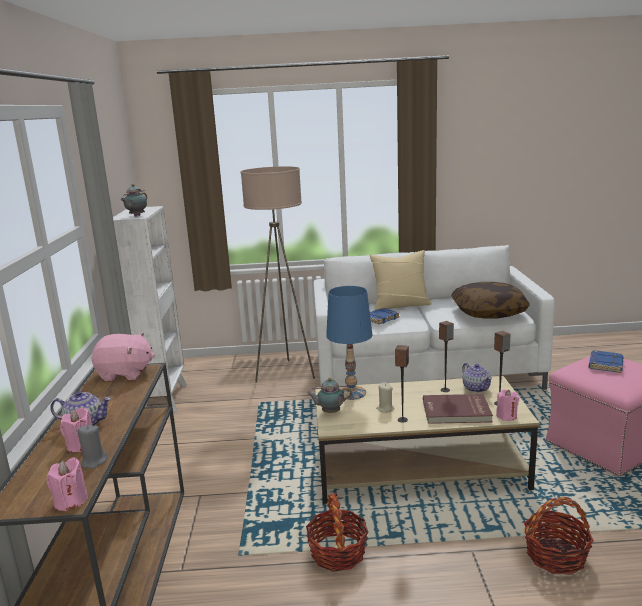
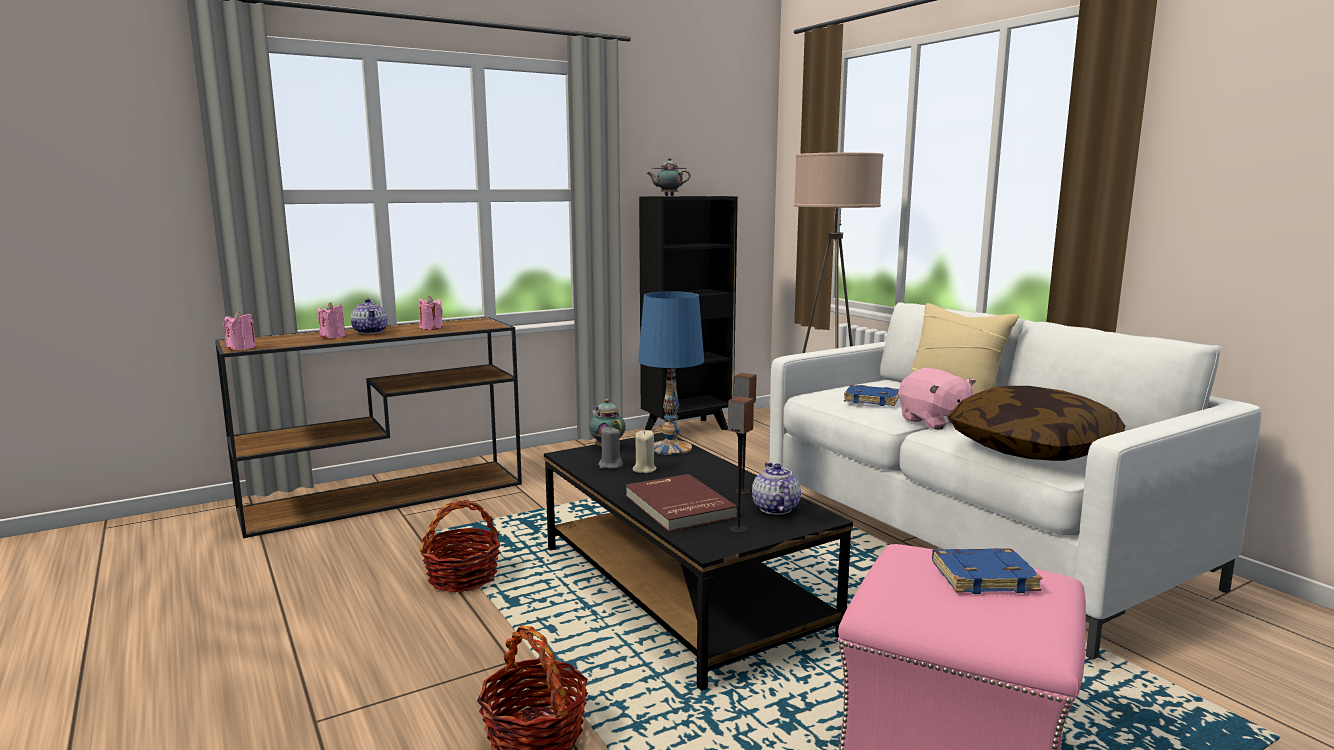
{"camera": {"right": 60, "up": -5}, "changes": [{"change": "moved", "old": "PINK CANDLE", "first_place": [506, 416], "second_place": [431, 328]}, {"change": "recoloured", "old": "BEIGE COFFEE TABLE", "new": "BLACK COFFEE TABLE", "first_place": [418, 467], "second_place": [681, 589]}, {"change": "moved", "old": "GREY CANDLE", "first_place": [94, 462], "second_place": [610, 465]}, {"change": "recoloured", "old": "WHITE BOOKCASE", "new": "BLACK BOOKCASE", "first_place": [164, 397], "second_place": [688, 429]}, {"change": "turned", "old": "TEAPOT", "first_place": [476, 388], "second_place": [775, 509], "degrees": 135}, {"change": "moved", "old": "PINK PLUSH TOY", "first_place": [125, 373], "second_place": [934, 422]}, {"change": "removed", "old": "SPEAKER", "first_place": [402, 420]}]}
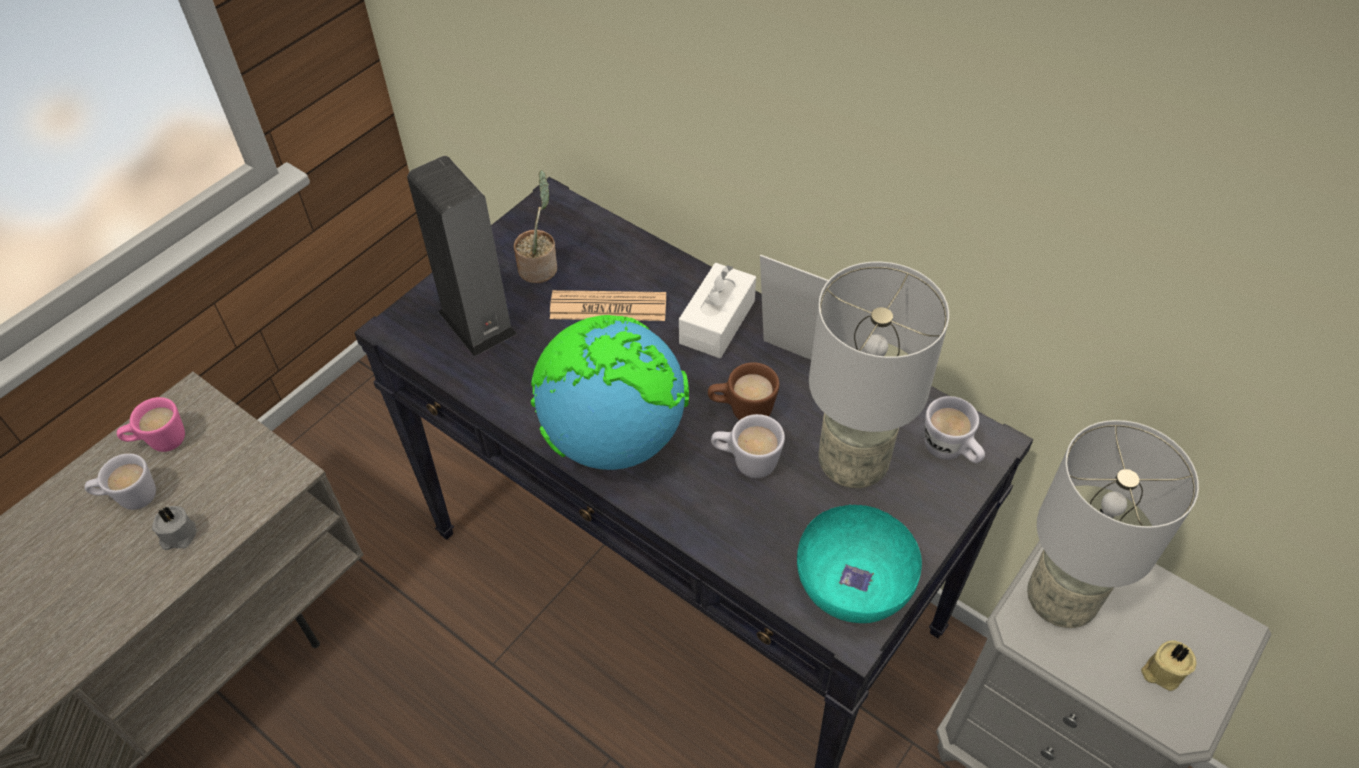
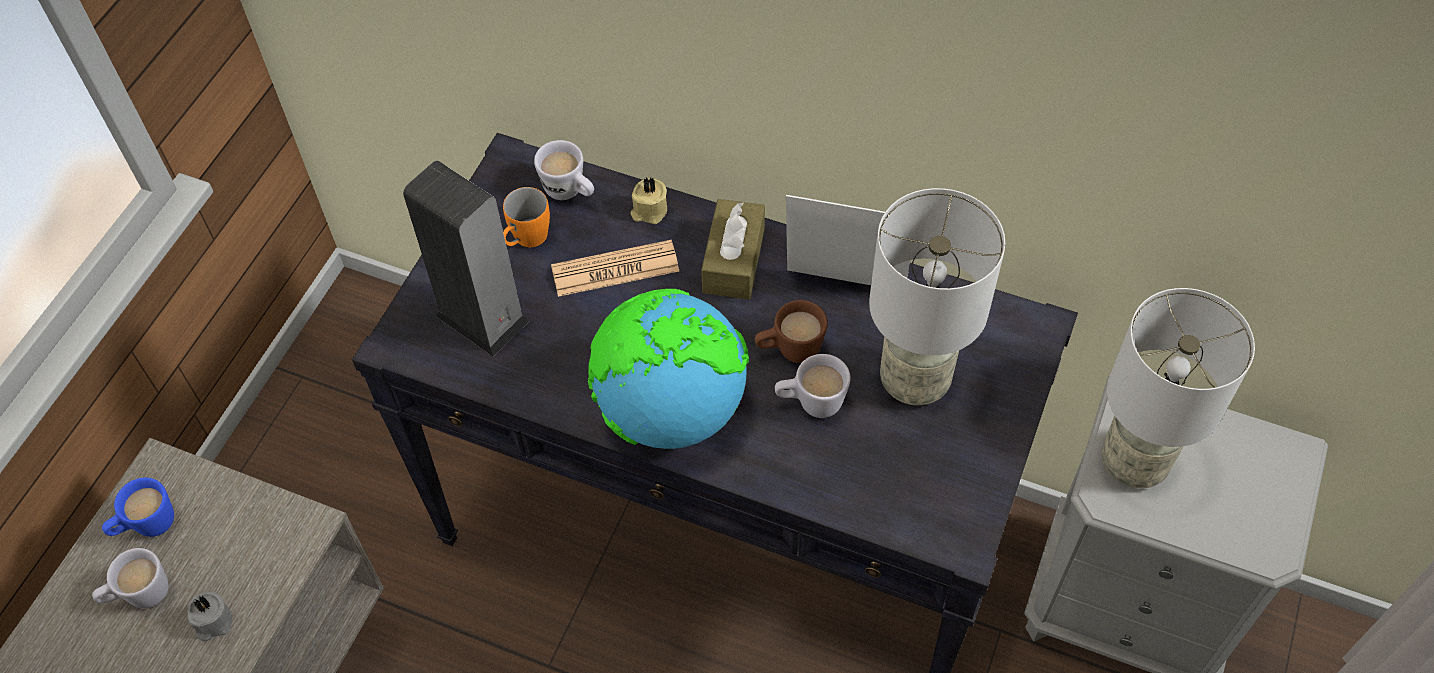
{"camera": {"right": -15, "up": 5}, "changes": [{"change": "recoloured", "old": "PINK MUG", "new": "BLUE MUG", "first_place": [160, 442], "second_place": [147, 526]}, {"change": "replaced", "old": "POTTED PLANT", "new": "ORANGE MUG", "first_place": [540, 267], "second_place": [526, 240]}, {"change": "moved", "old": "WHITE MUG", "first_place": [950, 452], "second_place": [570, 192]}, {"change": "moved", "old": "BEIGE CANDLE", "first_place": [1162, 671], "second_place": [649, 211]}, {"change": "recoloured", "old": "WHITE TISSUE BOX", "new": "BROWN TISSUE BOX", "first_place": [717, 322], "second_place": [733, 260]}, {"change": "removed", "old": "TURQUOISE BOWL", "first_place": [851, 584]}]}
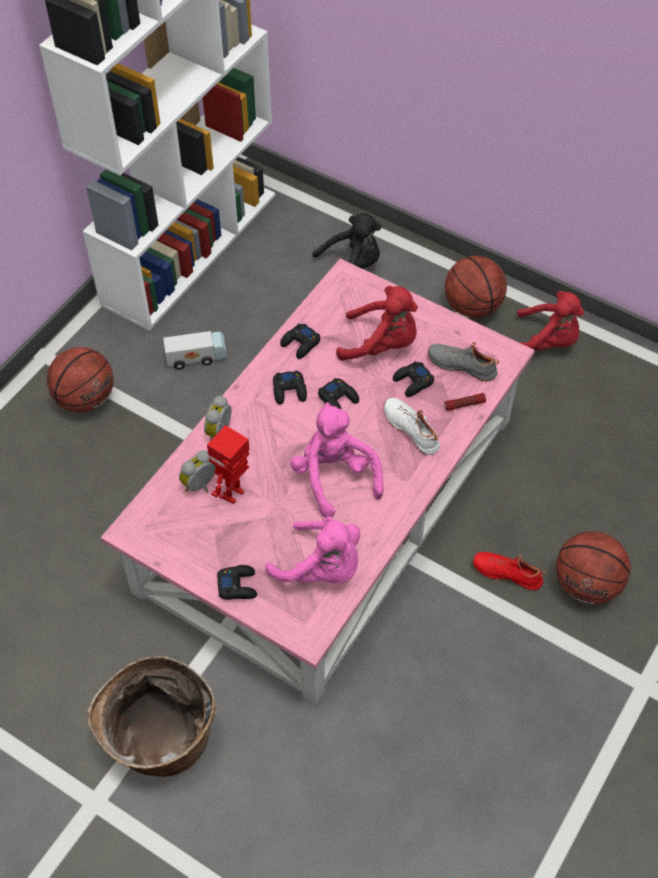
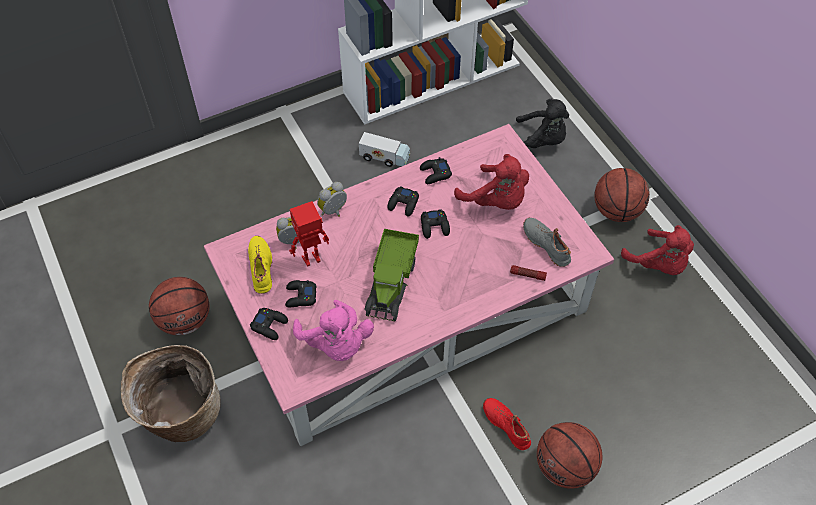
{"camera": {"right": 30, "up": 0}, "changes": [{"change": "moved", "old": "BASKETBALL", "first_place": [85, 398], "second_place": [185, 320]}, {"change": "added", "new": "YELLOW SHOE", "second_place": [262, 267]}, {"change": "moved", "old": "BLACK GAME CONTROLLER", "first_place": [413, 382], "second_place": [300, 296]}, {"change": "replaced", "old": "PINK PLUSH TOY", "new": "TOY TRUCK", "first_place": [334, 477], "second_place": [392, 282]}, {"change": "removed", "old": "WHITE SHOE", "first_place": [412, 429]}]}
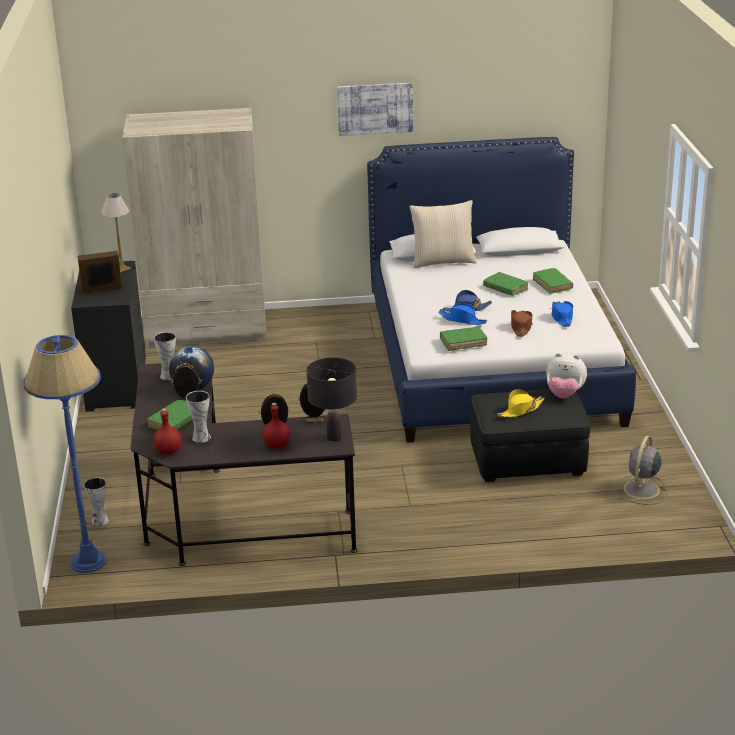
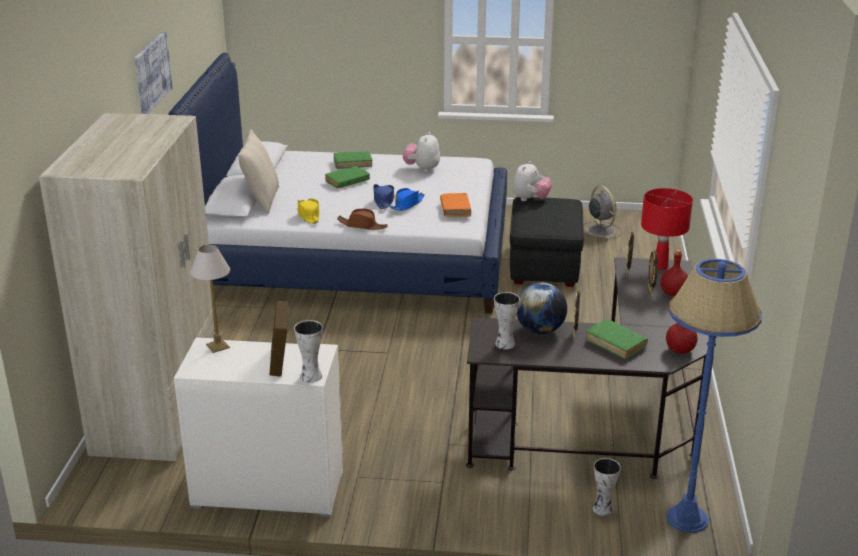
{"camera": {"right": -80, "up": 0}, "changes": [{"change": "recoloured", "old": "BLACK DRESSER", "new": "WHITE DRESSER", "first_place": [115, 384], "second_place": [268, 490]}, {"change": "moved", "old": "VASE", "first_place": [201, 437], "second_place": [310, 376]}, {"change": "moved", "old": "YELLOW HAT", "first_place": [521, 410], "second_place": [308, 215]}, {"change": "moved", "old": "BROWN HAT", "first_place": [521, 327], "second_place": [362, 225]}, {"change": "replaced", "old": "BLUE HAT", "new": "PLUSH TOY", "first_place": [562, 317], "second_place": [422, 169]}, {"change": "recoloured", "old": "GREEN BOOK", "new": "ORANGE BOOK", "first_place": [463, 342], "second_place": [455, 209]}, {"change": "turned", "old": "GREY FAN", "first_place": [641, 490], "second_place": [600, 230], "degrees": -150}, {"change": "recoloured", "old": "BLACK TABLE LAMP", "new": "RED TABLE LAMP", "first_place": [334, 437], "second_place": [660, 266]}]}
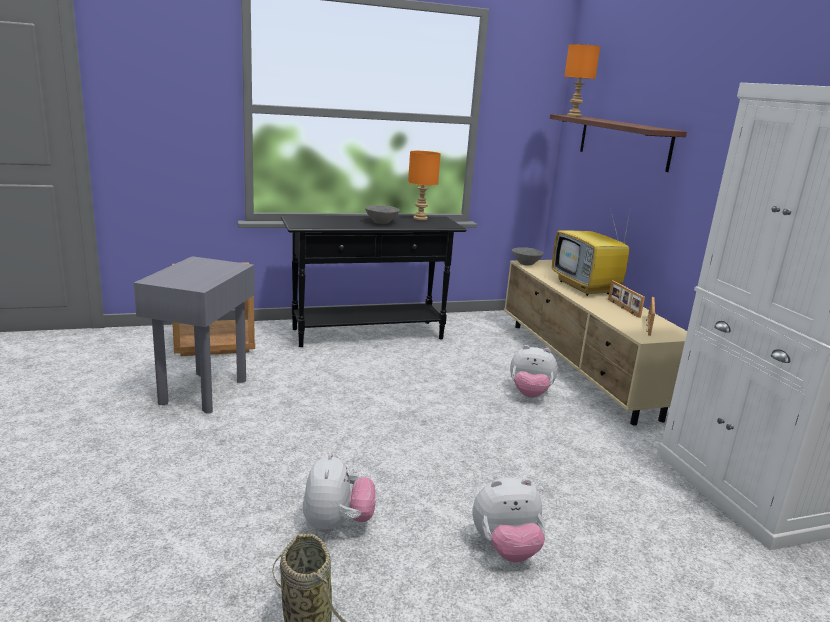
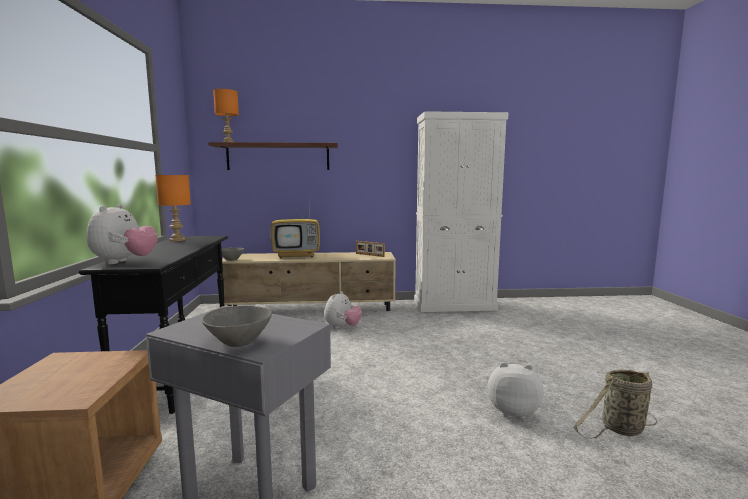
{"camera": {"right": -75, "up": -10}, "changes": [{"change": "moved", "old": "PLUSH TOY", "first_place": [505, 549], "second_place": [124, 262]}, {"change": "moved", "old": "GREY BOWL", "first_place": [382, 222], "second_place": [239, 341]}, {"change": "removed", "old": "PICTURE FRAME", "first_place": [623, 308]}]}
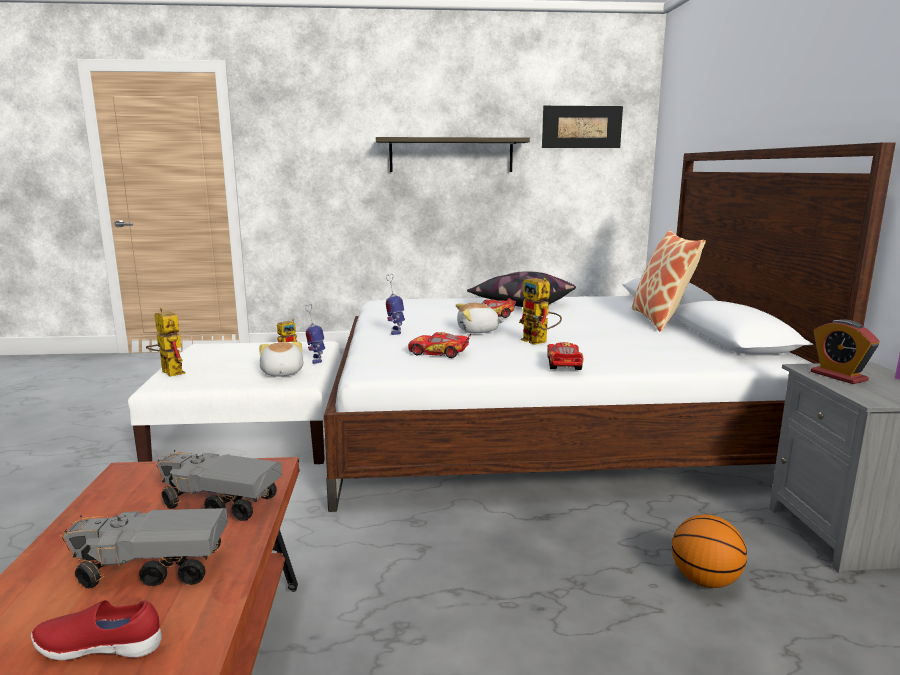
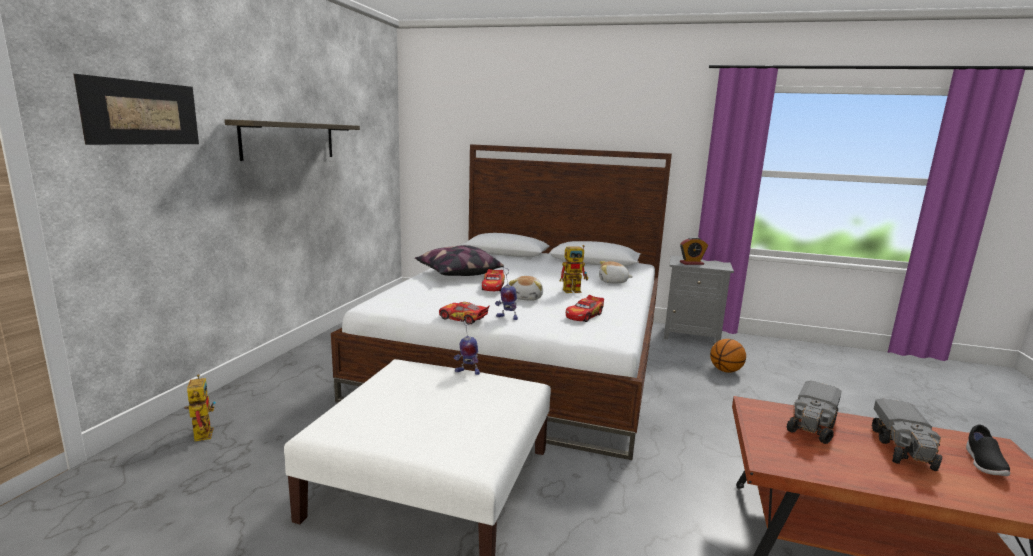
{"camera": {"right": -70, "up": 0}, "changes": [{"change": "moved", "old": "PICTURE", "first_place": [581, 127], "second_place": [142, 113]}, {"change": "moved", "old": "TOY CAR", "first_place": [563, 364], "second_place": [463, 318]}, {"change": "moved", "old": "PLUSH TOY", "first_place": [281, 373], "second_place": [613, 282]}, {"change": "recoloured", "old": "RED SHOE", "new": "BLACK SHOE", "first_place": [101, 648], "second_place": [983, 463]}, {"change": "removed", "old": "TOY ROBOT", "first_place": [168, 371]}, {"change": "removed", "old": "PILLOW", "first_place": [661, 320]}]}
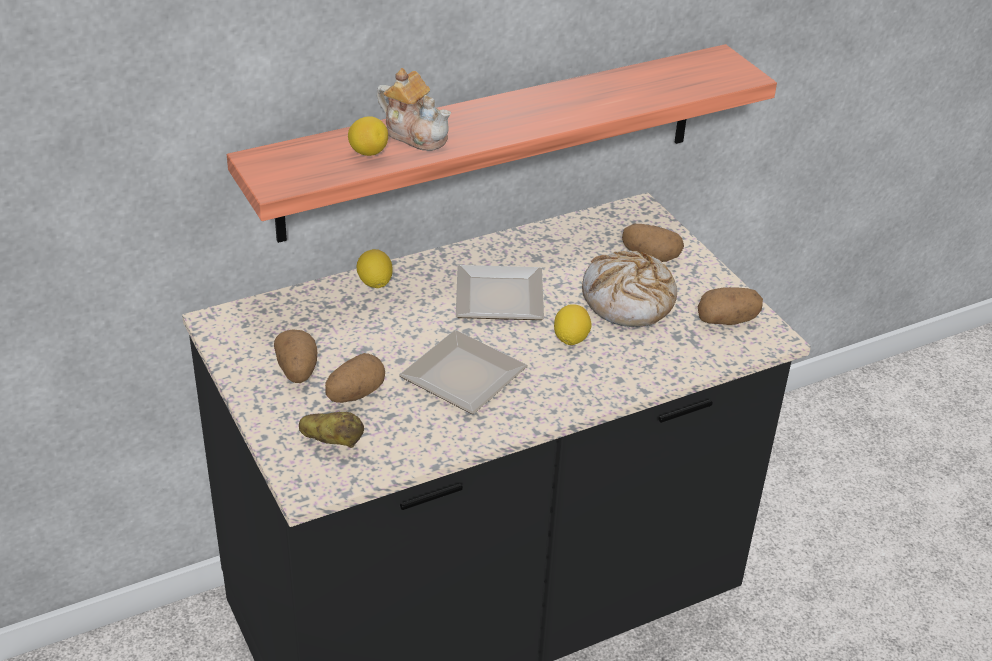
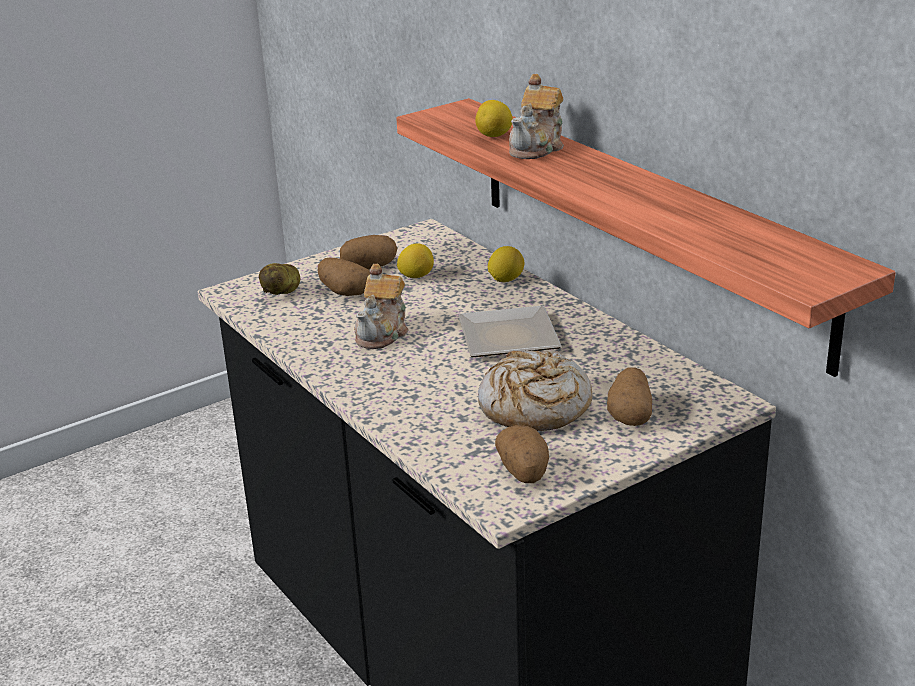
{"camera": {"right": 85, "up": -10}, "changes": [{"change": "replaced", "old": "PLATE", "new": "TEAPOT", "first_place": [462, 374], "second_place": [383, 333]}, {"change": "moved", "old": "LEMON", "first_place": [571, 339], "second_place": [416, 276]}]}
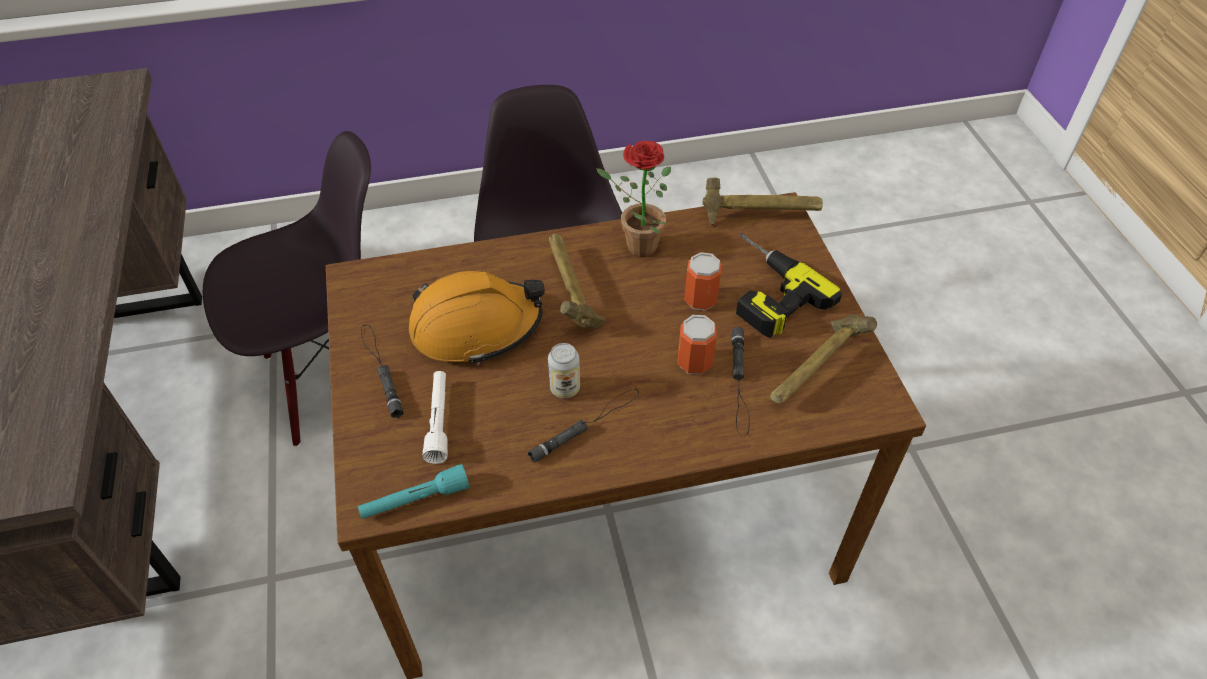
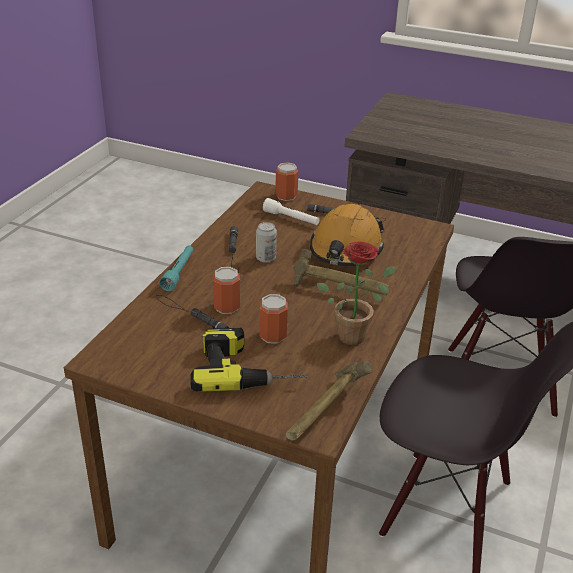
{"camera": {"right": 125, "up": -15}, "changes": [{"change": "moved", "old": "TURQUOISE FLASHLIGHT", "first_place": [415, 500], "second_place": [179, 272]}, {"change": "added", "new": "CAN", "second_place": [286, 196]}, {"change": "removed", "old": "HAMMER", "first_place": [814, 370]}]}
